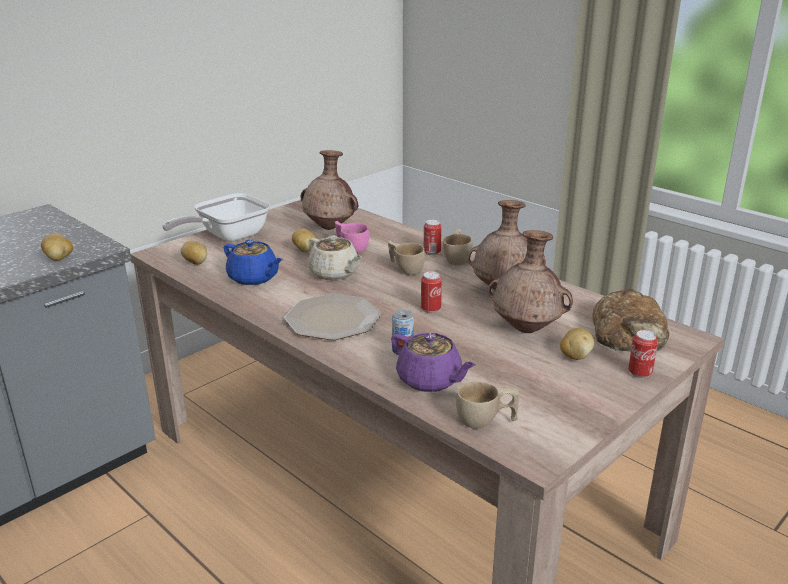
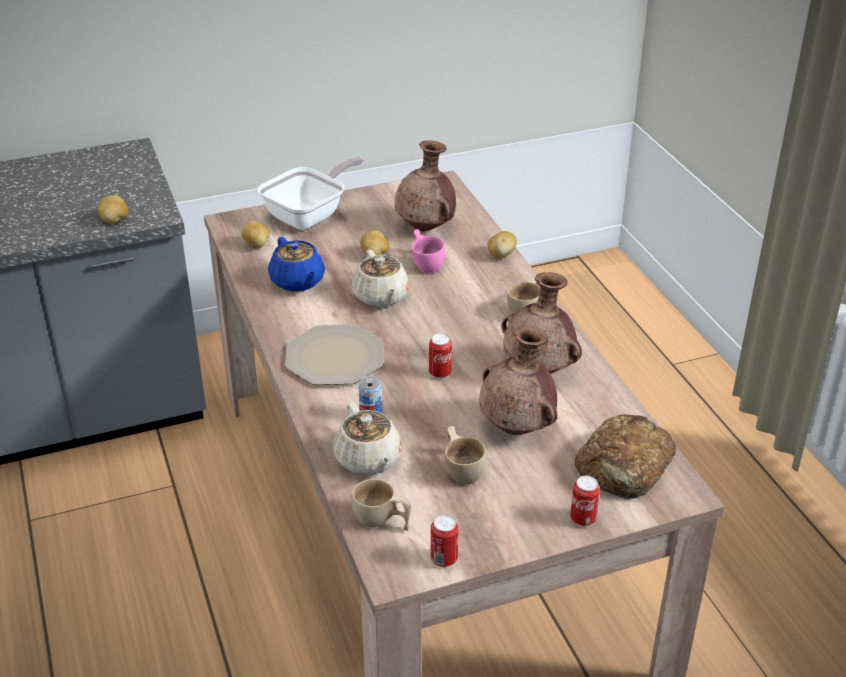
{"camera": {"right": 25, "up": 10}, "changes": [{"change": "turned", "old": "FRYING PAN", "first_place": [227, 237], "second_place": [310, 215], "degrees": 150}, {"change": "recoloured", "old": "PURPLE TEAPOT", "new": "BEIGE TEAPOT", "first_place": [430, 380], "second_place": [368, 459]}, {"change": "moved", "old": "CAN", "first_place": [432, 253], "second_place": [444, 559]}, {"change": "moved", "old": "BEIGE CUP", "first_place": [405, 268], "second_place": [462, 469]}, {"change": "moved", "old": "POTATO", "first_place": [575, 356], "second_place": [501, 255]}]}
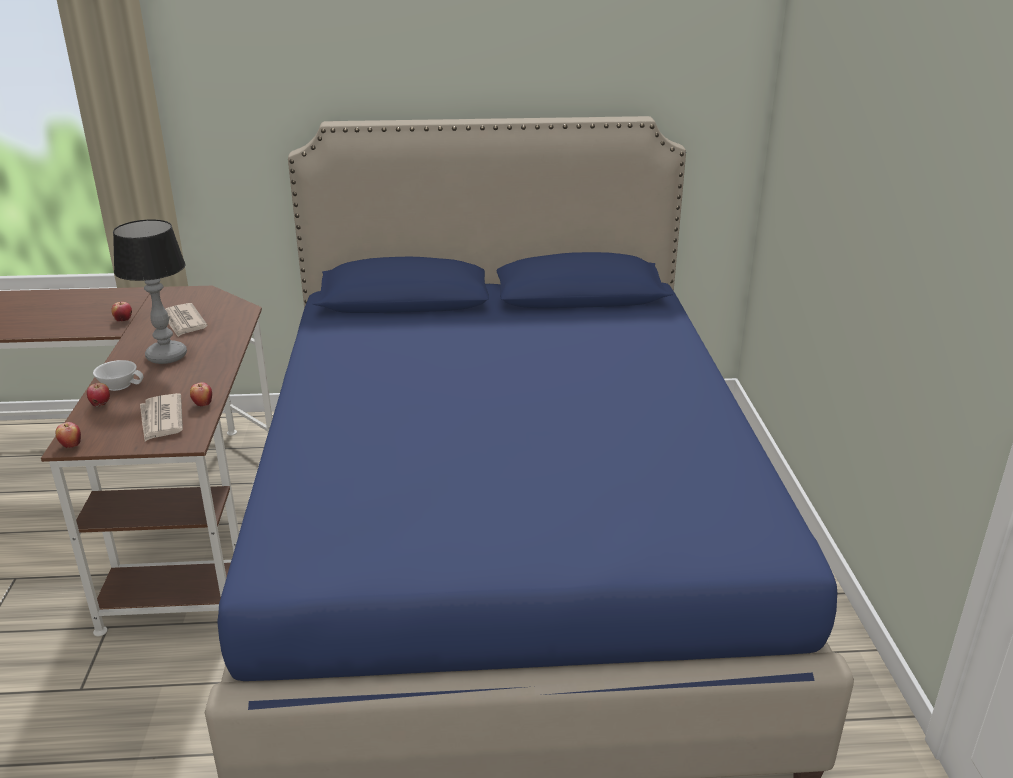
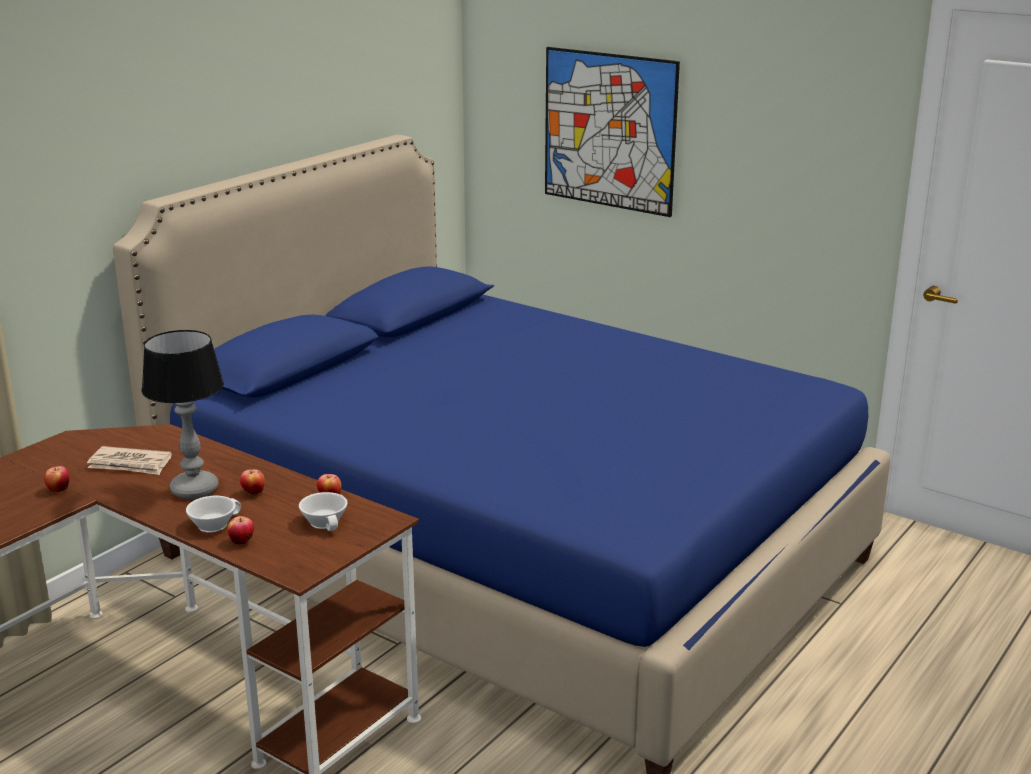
{"camera": {"right": -50, "up": -5}, "changes": [{"change": "moved", "old": "APPLE", "first_place": [71, 446], "second_place": [253, 493]}, {"change": "replaced", "old": "NEWSPAPER", "new": "WHITE CUP", "first_place": [161, 420], "second_place": [326, 522]}, {"change": "added", "new": "PICTURE", "second_place": [609, 131]}]}
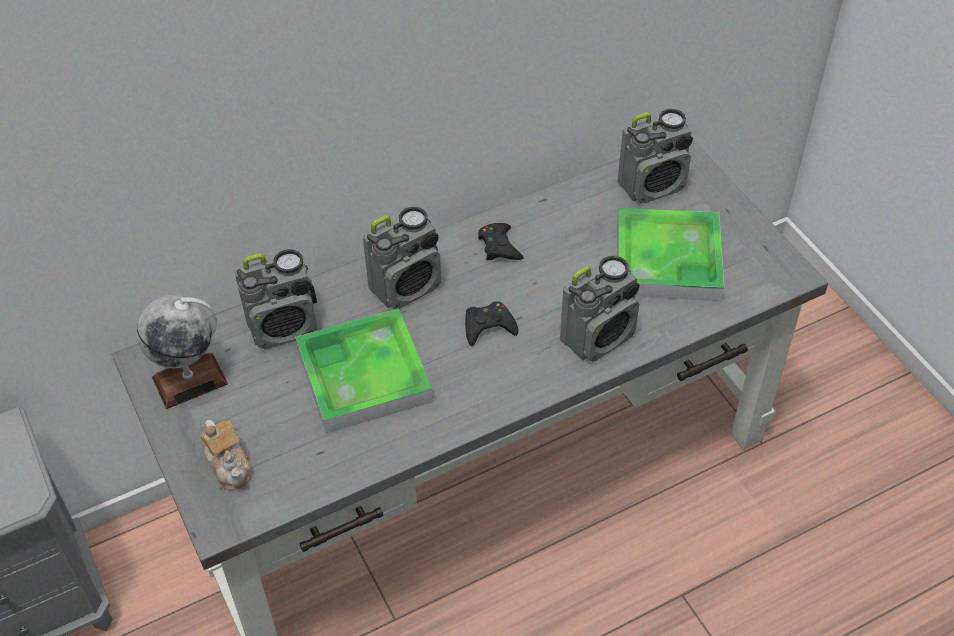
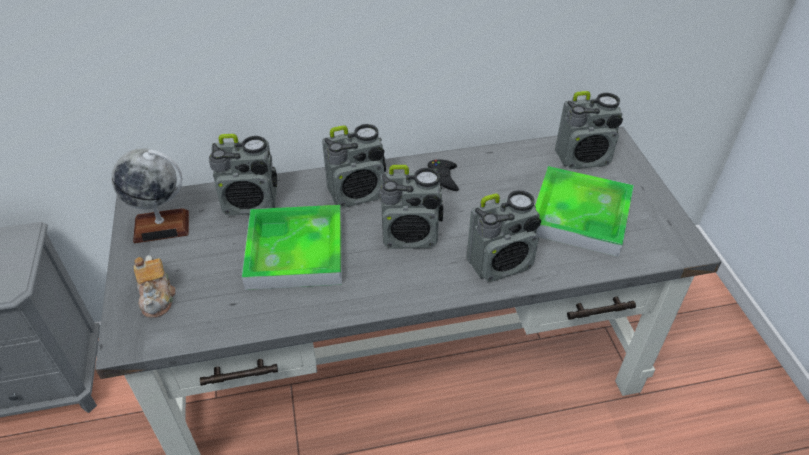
{"camera": {"right": 15, "up": -5}, "changes": [{"change": "replaced", "old": "BLACK GAME CONTROLLER", "new": "RADIO", "first_place": [488, 327], "second_place": [411, 236]}]}
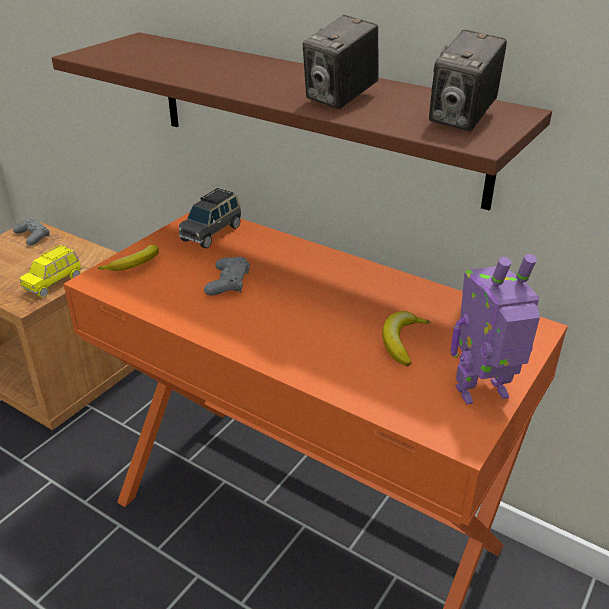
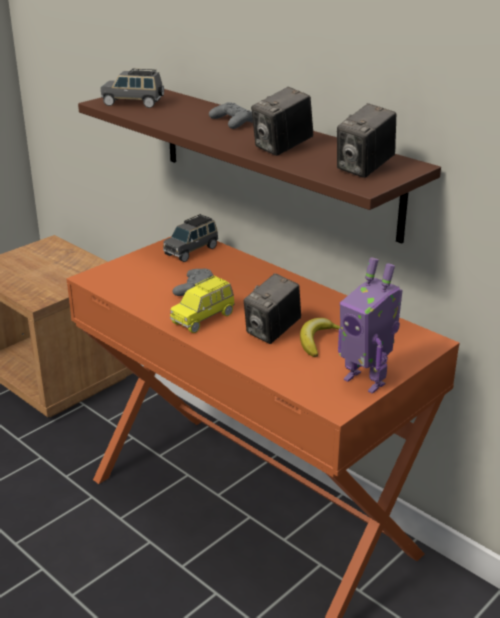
{"camera": {"right": 10, "up": -5}, "changes": [{"change": "added", "new": "GREY TOY CAR", "second_place": [133, 103]}, {"change": "moved", "old": "YELLOW TOY CAR", "first_place": [54, 283], "second_place": [203, 318]}, {"change": "moved", "old": "GREY GAME CONTROLLER", "first_place": [33, 236], "second_place": [232, 122]}, {"change": "added", "new": "PHOTO CAMERA", "second_place": [272, 332]}, {"change": "turned", "old": "TOY ROBOT", "first_place": [483, 394], "second_place": [366, 380], "degrees": -135}, {"change": "removed", "old": "BANANA", "first_place": [135, 265]}]}
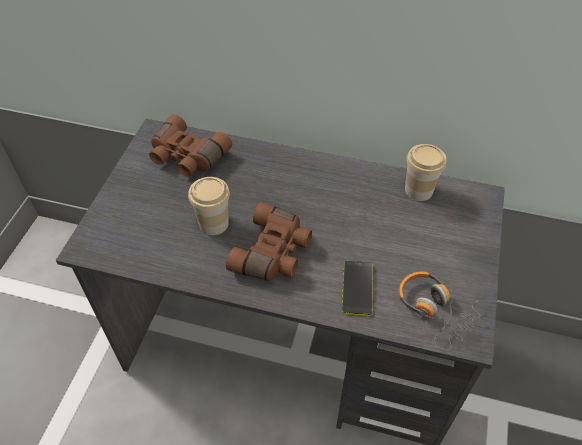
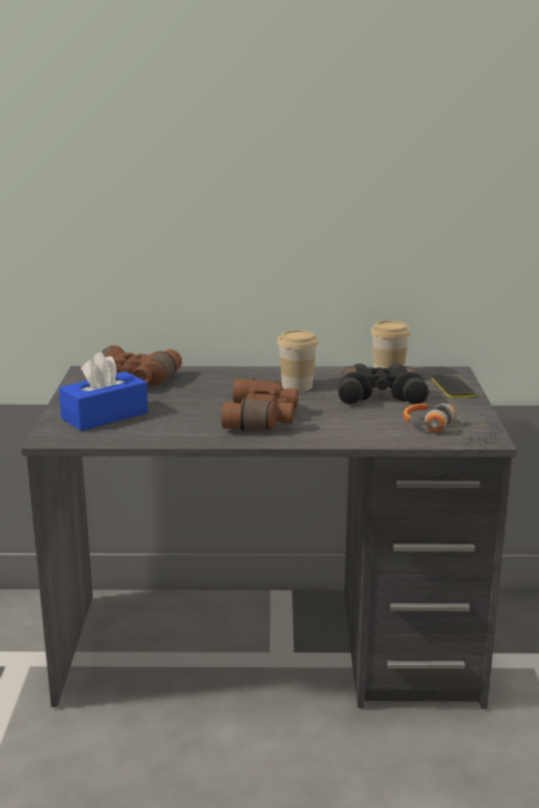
{"camera": {"right": -15, "up": -30}, "changes": [{"change": "added", "new": "BLUE TISSUE BOX", "second_place": [105, 416]}, {"change": "moved", "old": "CUP", "first_place": [213, 223], "second_place": [297, 386]}, {"change": "added", "new": "BLACK BINOCULARS", "second_place": [380, 396]}, {"change": "moved", "old": "PHONE", "first_place": [357, 288], "second_place": [452, 387]}]}
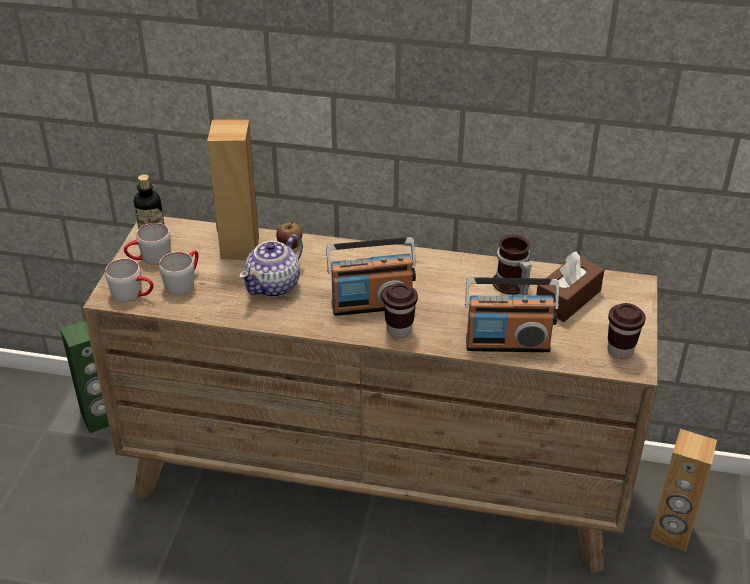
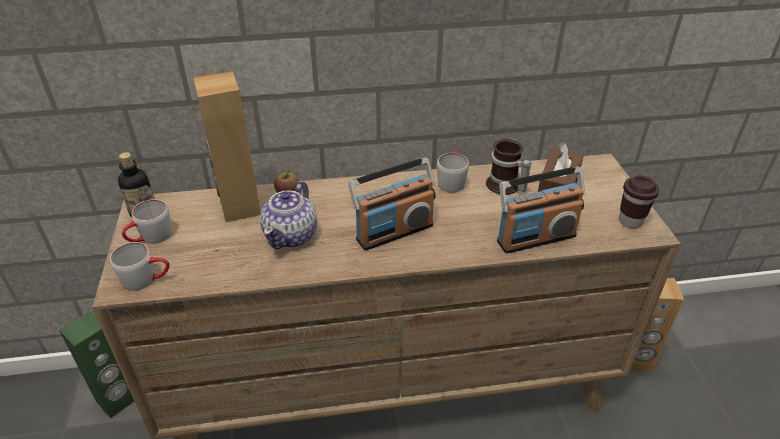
{"camera": {"right": -20, "up": 0}, "changes": [{"change": "moved", "old": "GREY MUG", "first_place": [184, 282], "second_place": [451, 180]}, {"change": "removed", "old": "BROWN CUP", "first_place": [399, 330]}]}
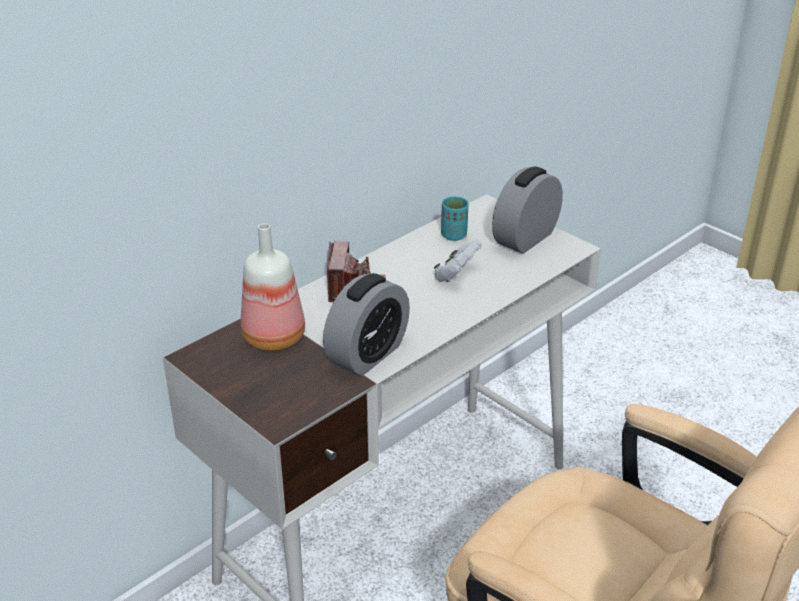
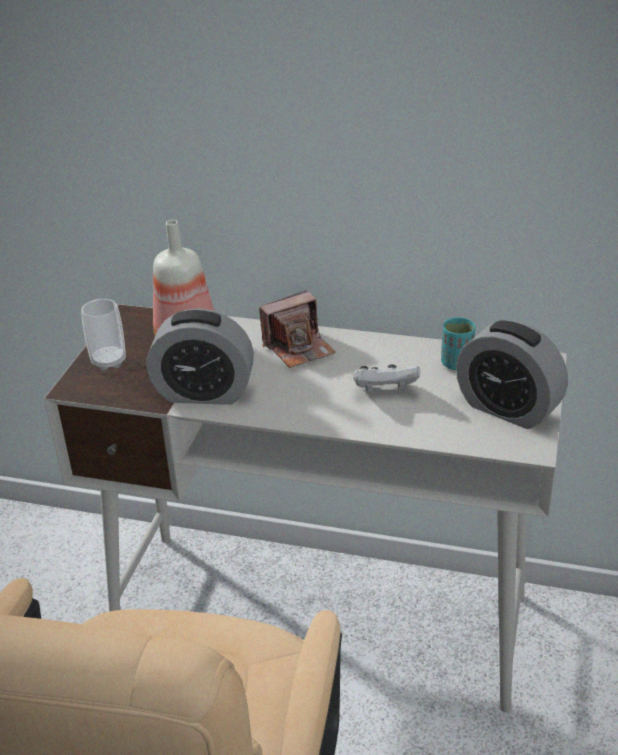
{"camera": {"right": 60, "up": 0}, "changes": [{"change": "added", "new": "CUP", "second_place": [109, 361]}, {"change": "turned", "old": "ALARM CLOCK", "first_place": [525, 238], "second_place": [507, 408], "degrees": -150}]}
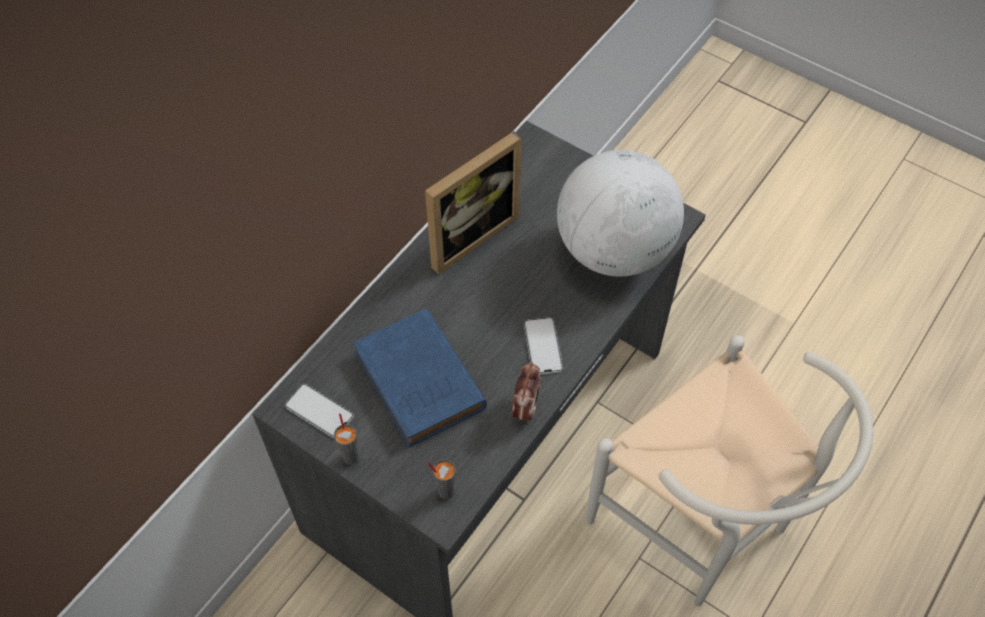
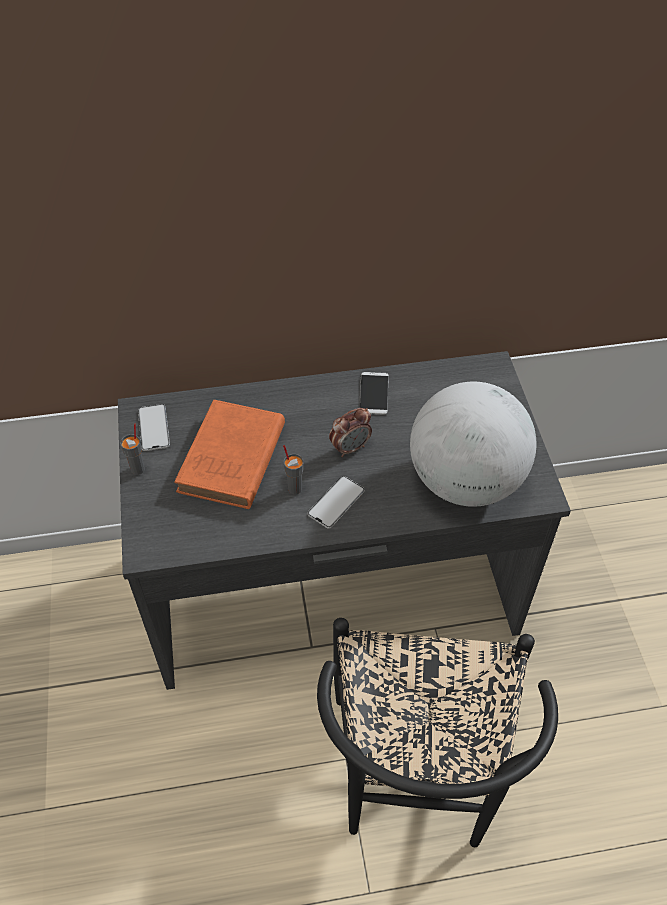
{"camera": {"right": 45, "up": -5}, "changes": [{"change": "recoloured", "old": "BLUE BOOK", "new": "ORANGE BOOK", "first_place": [421, 383], "second_place": [231, 461]}, {"change": "moved", "old": "GREY CUP", "first_place": [445, 491], "second_place": [295, 488]}, {"change": "recoloured", "old": "WHITE CHAIR", "new": "BLACK CHAIR", "first_place": [702, 527], "second_place": [415, 783]}, {"change": "moved", "old": "ALARM CLOCK", "first_place": [525, 408], "second_place": [350, 448]}, {"change": "replaced", "old": "PICTURE FRAME", "new": "PHONE", "first_place": [467, 234], "second_place": [374, 394]}]}
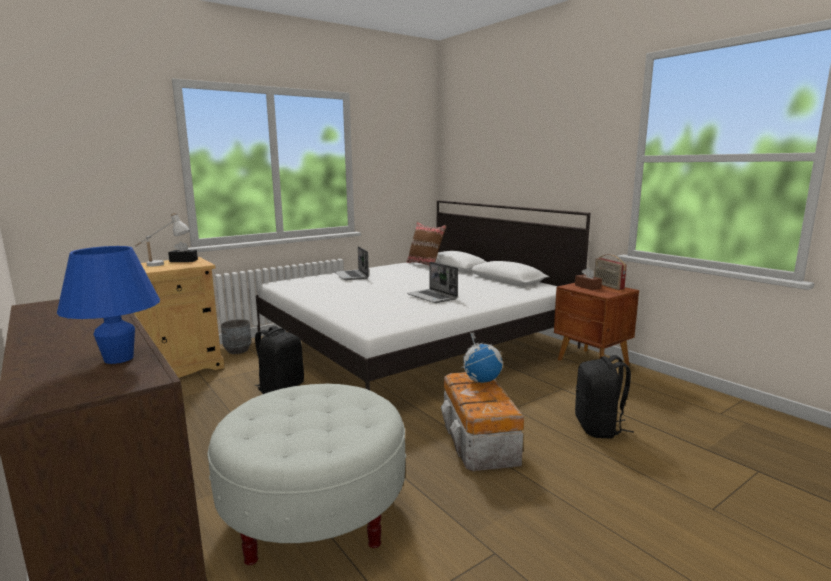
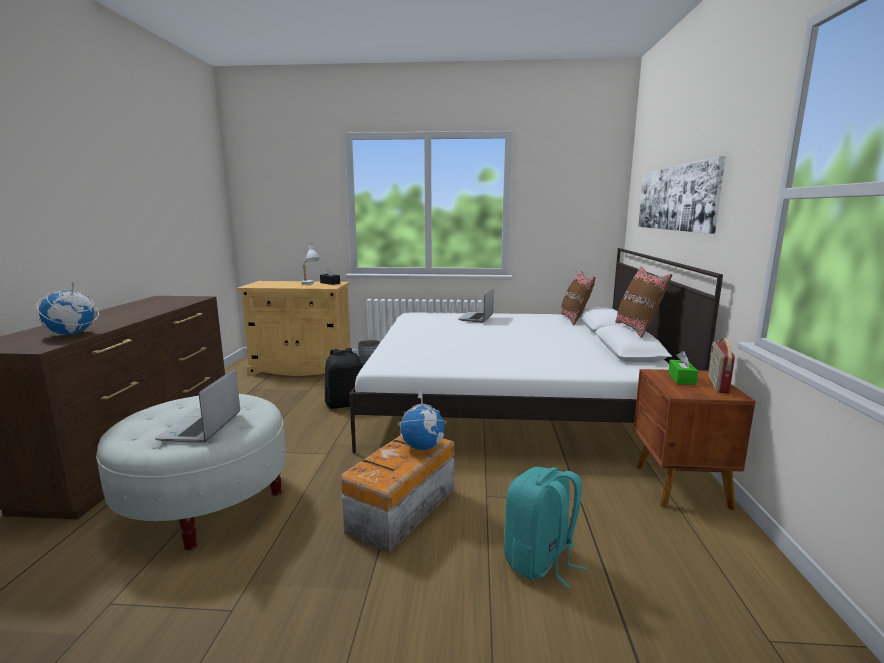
{"camera": {"right": 40, "up": 0}, "changes": [{"change": "replaced", "old": "BLUE TABLE LAMP", "new": "GLOBE", "first_place": [119, 359], "second_place": [71, 334]}, {"change": "moved", "old": "LAPTOP", "first_place": [433, 297], "second_place": [201, 427]}, {"change": "recoloured", "old": "BLACK BACKPACK", "new": "TURQUOISE BACKPACK", "first_place": [599, 428], "second_place": [540, 561]}, {"change": "added", "new": "BROWN PILLOW", "second_place": [638, 329]}, {"change": "added", "new": "PICTURE", "second_place": [675, 198]}, {"change": "recoloured", "old": "BROWN TISSUE BOX", "new": "GREEN TISSUE BOX", "first_place": [587, 287], "second_place": [681, 378]}]}
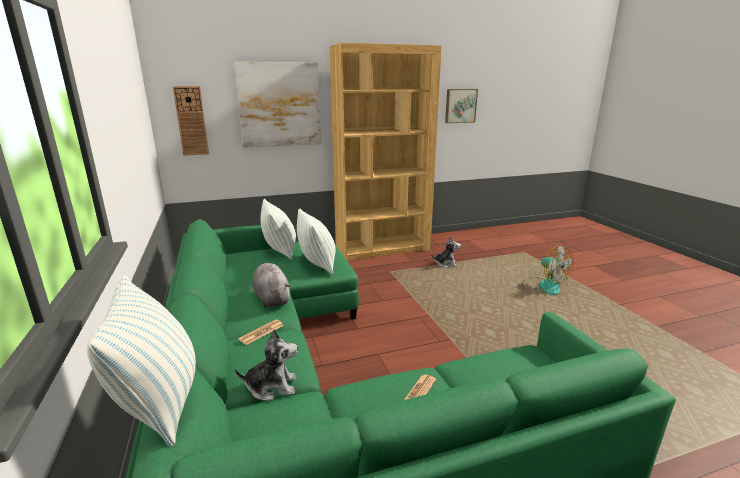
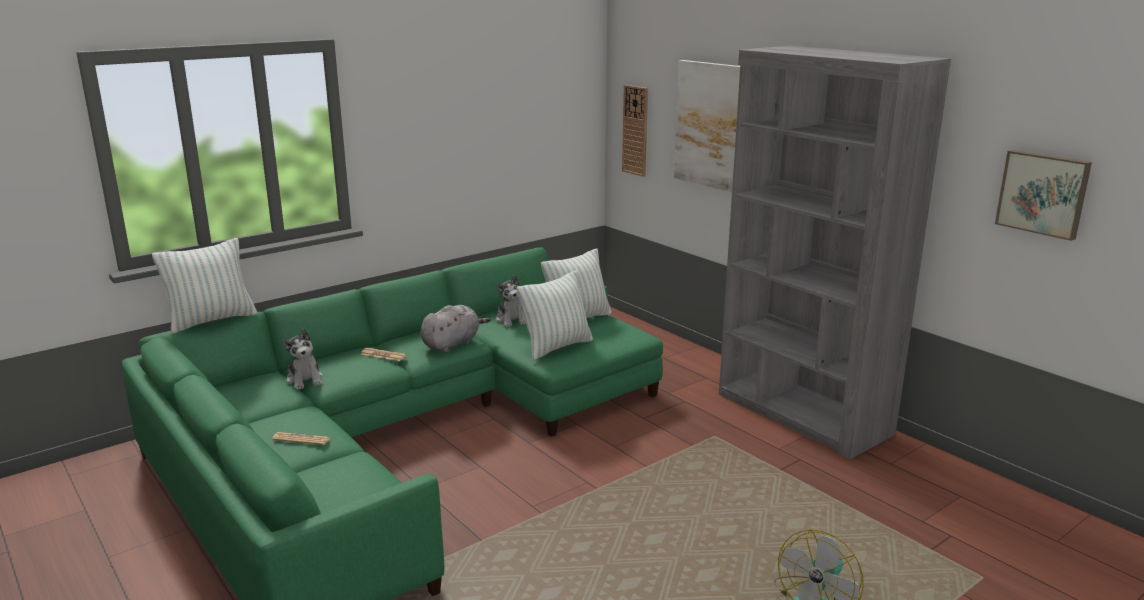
{"camera": {"right": 70, "up": 0}, "changes": [{"change": "moved", "old": "PLUSH TOY", "first_place": [445, 264], "second_place": [511, 320]}, {"change": "recoloured", "old": "BROWN BOOKCASE", "new": "GREY BOOKCASE", "first_place": [383, 248], "second_place": [802, 414]}]}
